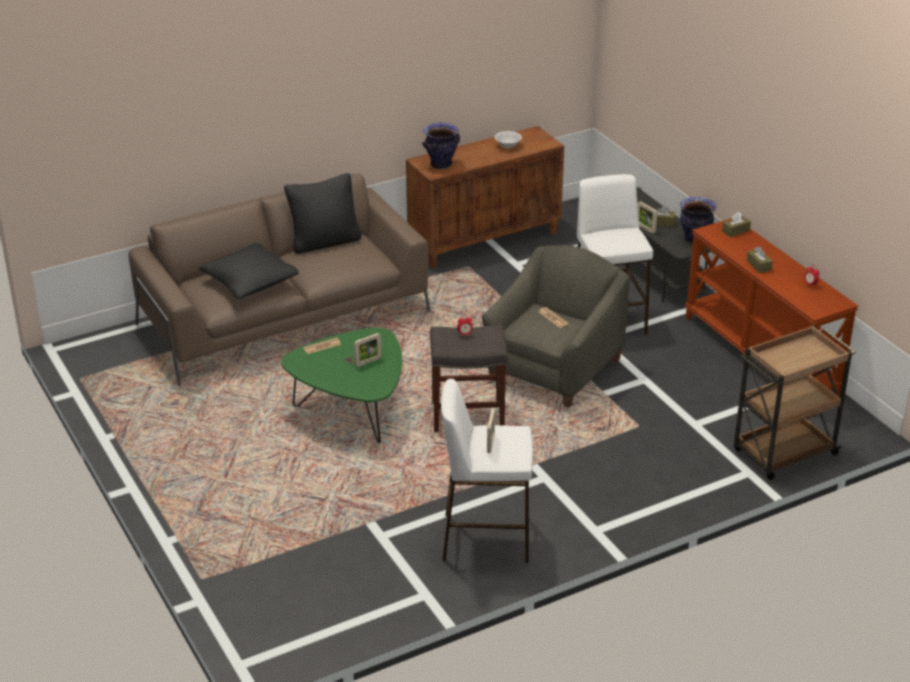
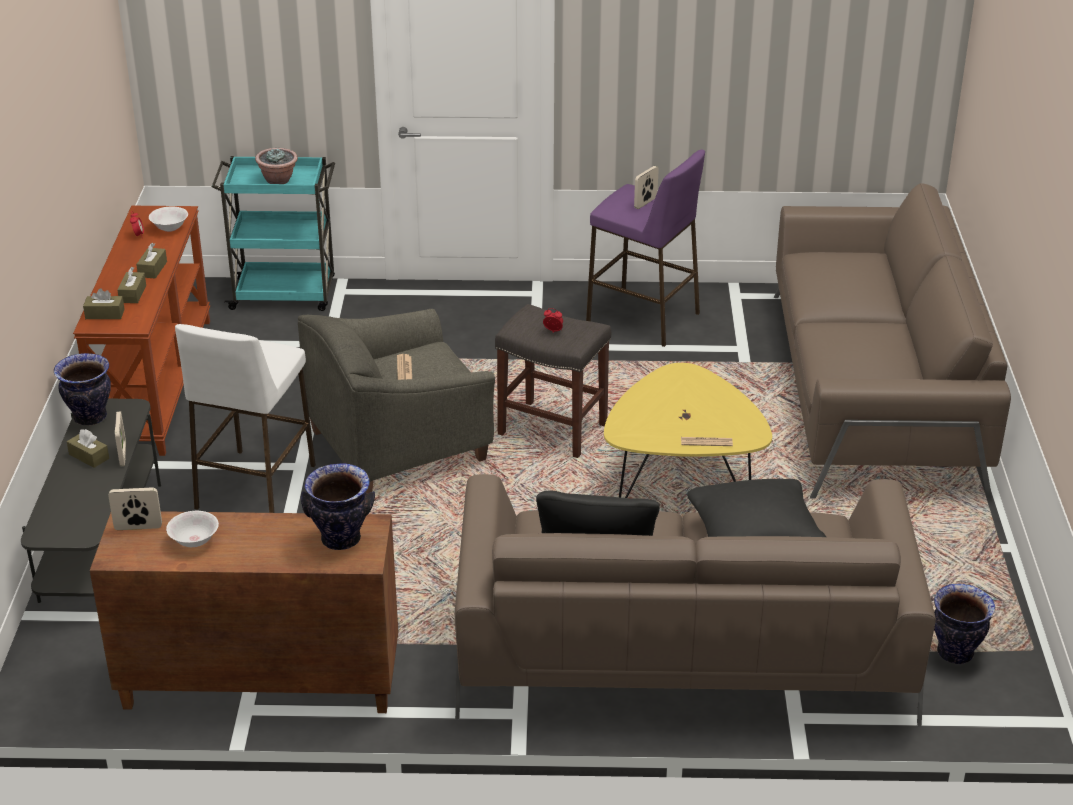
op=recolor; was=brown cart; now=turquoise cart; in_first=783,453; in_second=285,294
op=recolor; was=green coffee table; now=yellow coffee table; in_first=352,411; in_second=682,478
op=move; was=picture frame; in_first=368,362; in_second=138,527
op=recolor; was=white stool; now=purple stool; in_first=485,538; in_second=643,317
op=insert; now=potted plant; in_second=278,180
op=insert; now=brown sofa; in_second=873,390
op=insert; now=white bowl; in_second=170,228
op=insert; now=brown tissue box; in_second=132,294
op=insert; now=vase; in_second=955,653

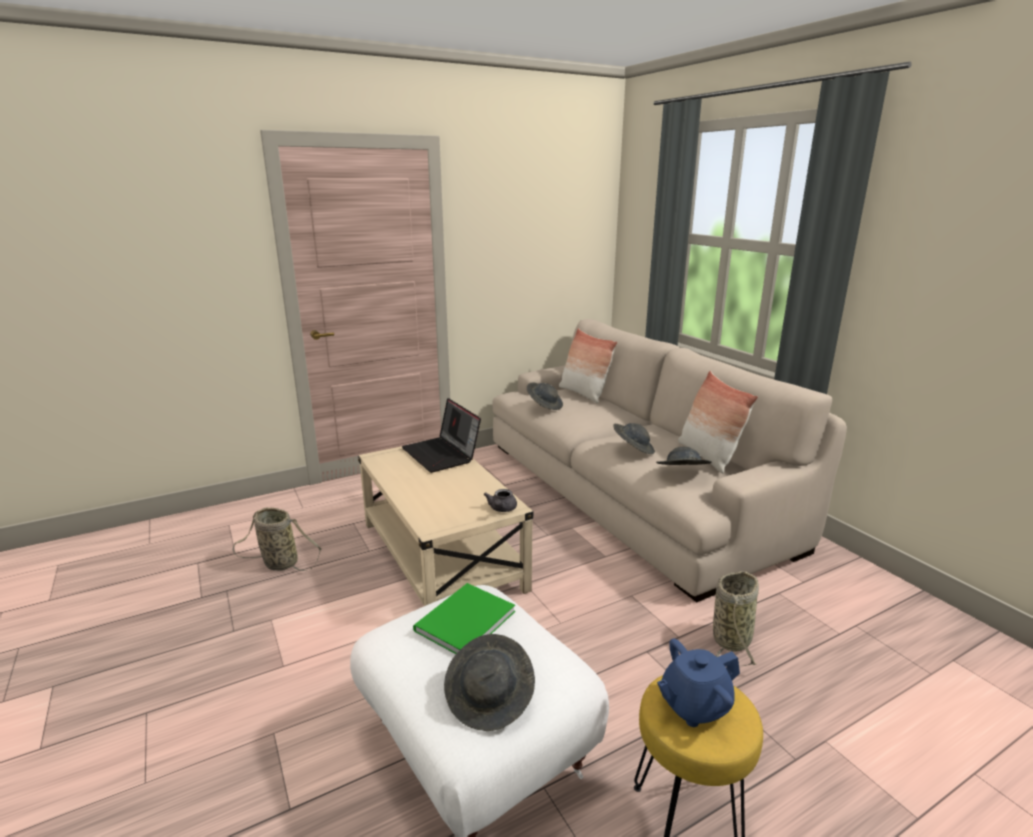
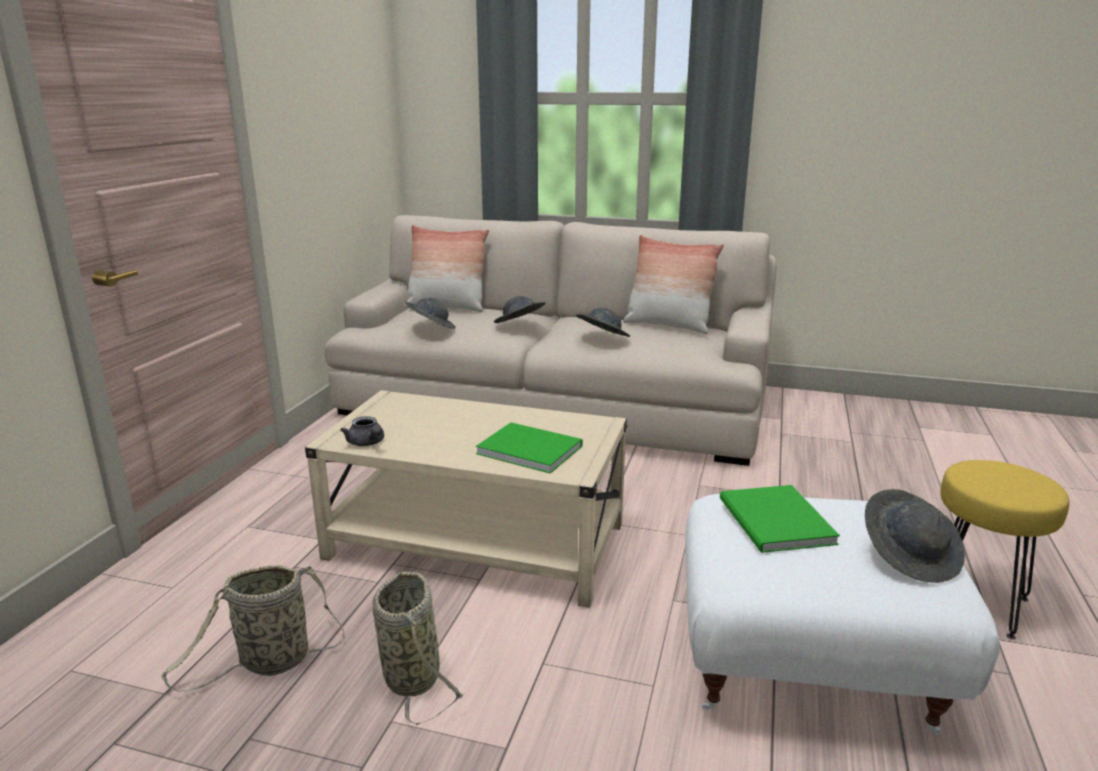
op=delete; was=laptop; in_first=442,454
op=move; was=grey hat; in_first=682,474; in_second=519,326
op=move; was=grey teapot; in_first=501,509; in_second=367,443
op=move; was=basket; in_first=732,638; in_second=411,674
op=delete; was=blue teapot; in_first=694,705
op=insert; now=green book; in_second=528,448

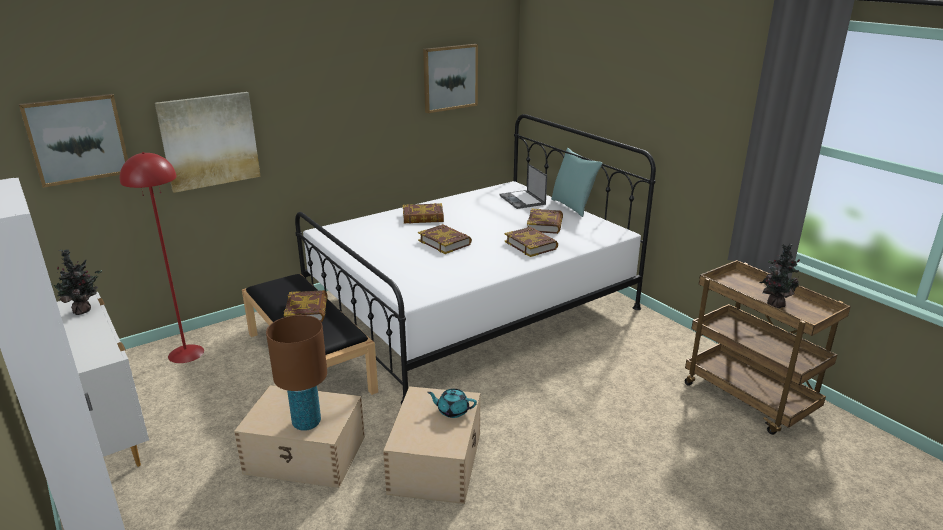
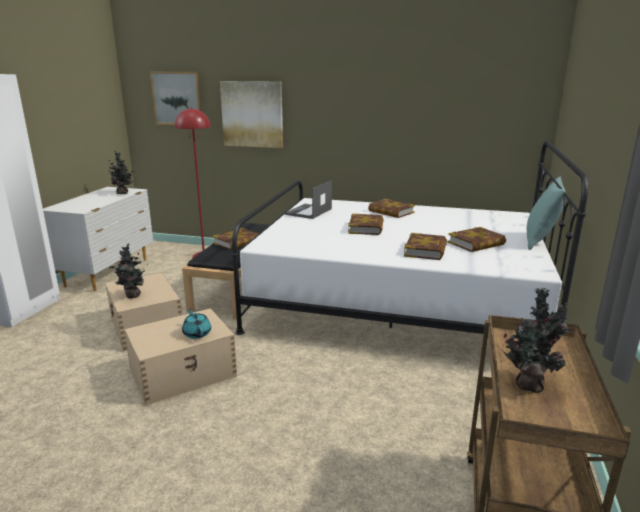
op=delete; was=picture; in_first=450,77
op=move; was=laptop; in_first=522,200; in_second=308,212
op=replace; was=brown table lamp; now=potted plant; in_first=306,423; in_second=131,296

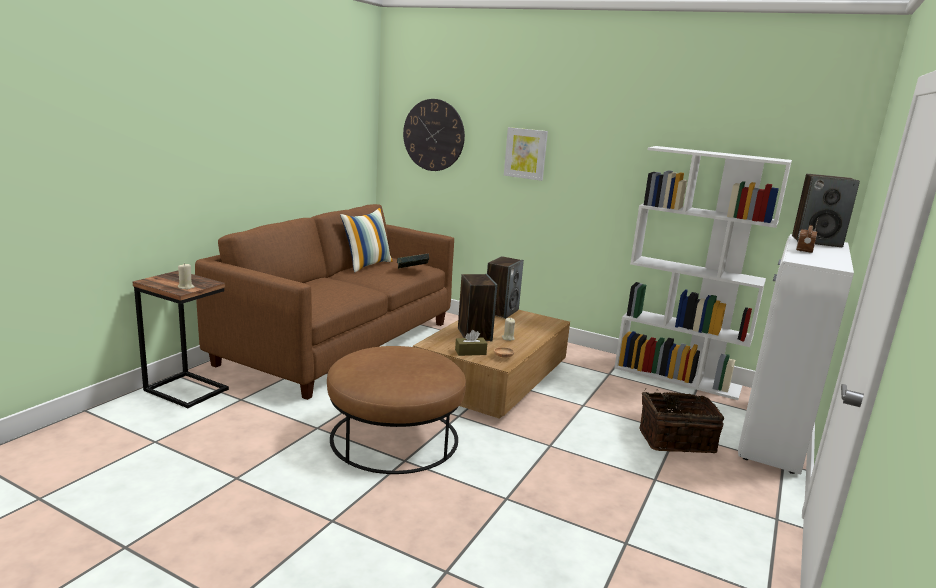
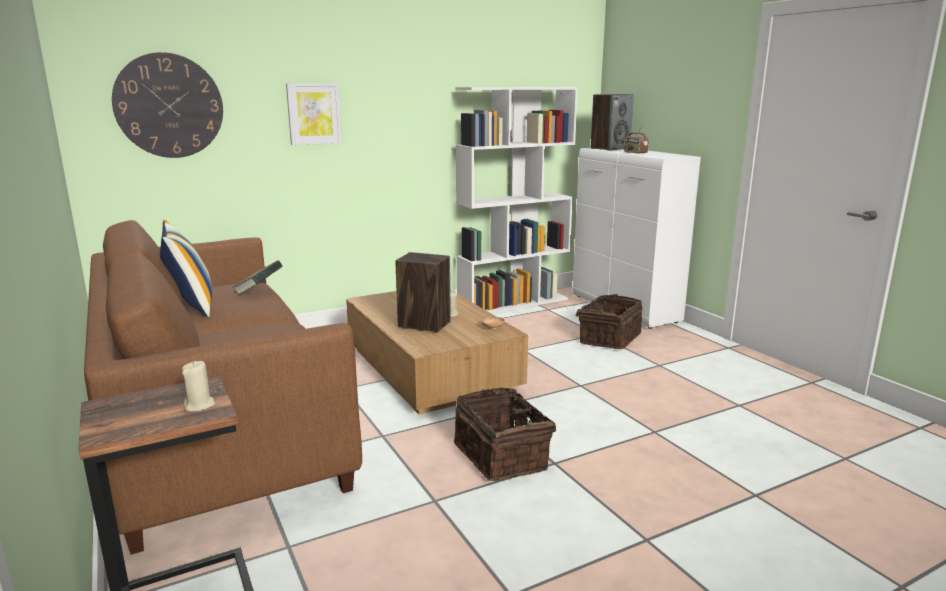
op=delete; was=speaker; in_first=501,311
op=delete; was=brown tissue box; in_first=470,352
op=replace; was=brown ottoman; now=basket; in_first=394,437; in_second=503,456

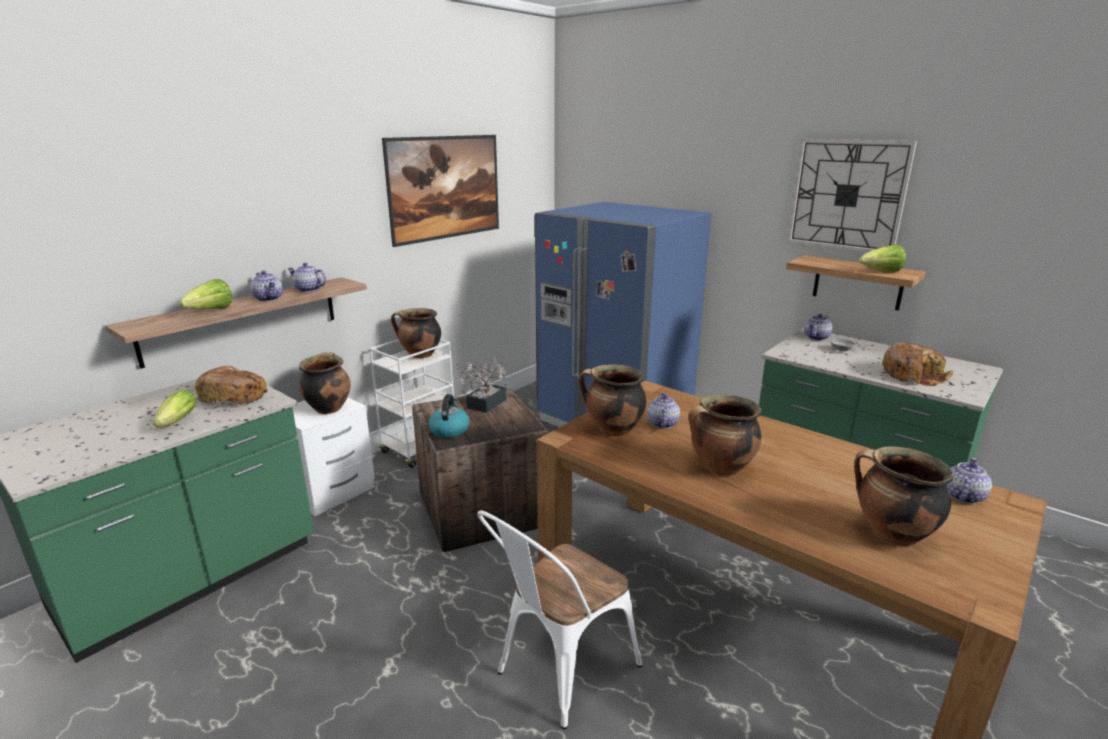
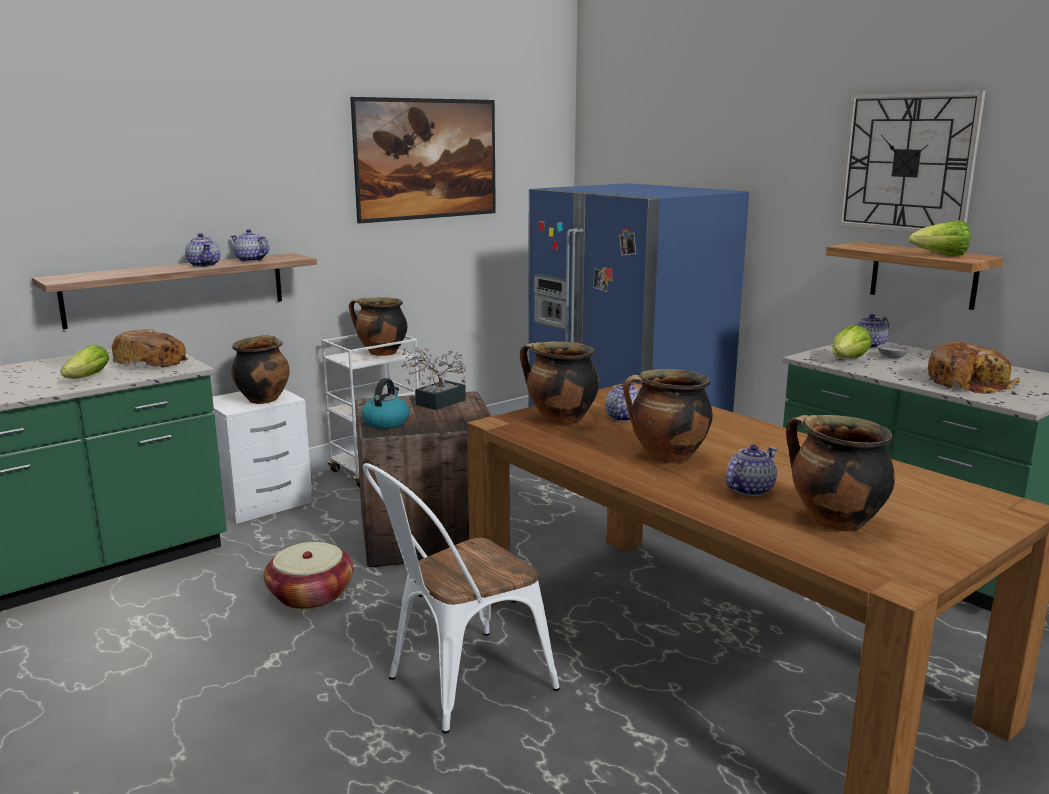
op=move; was=lettuce; in_first=211,311; in_second=847,360
op=move; was=teapot; in_first=962,496; in_second=749,489
op=insert; now=basket; in_second=311,595

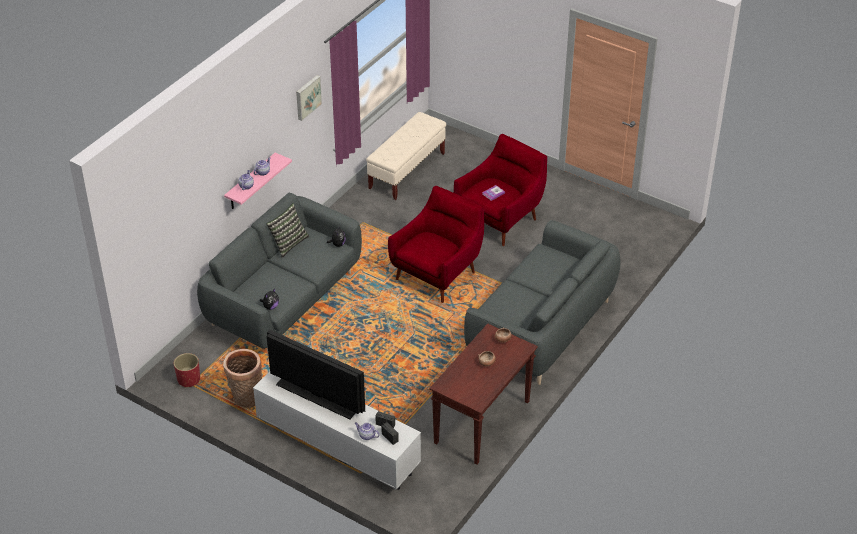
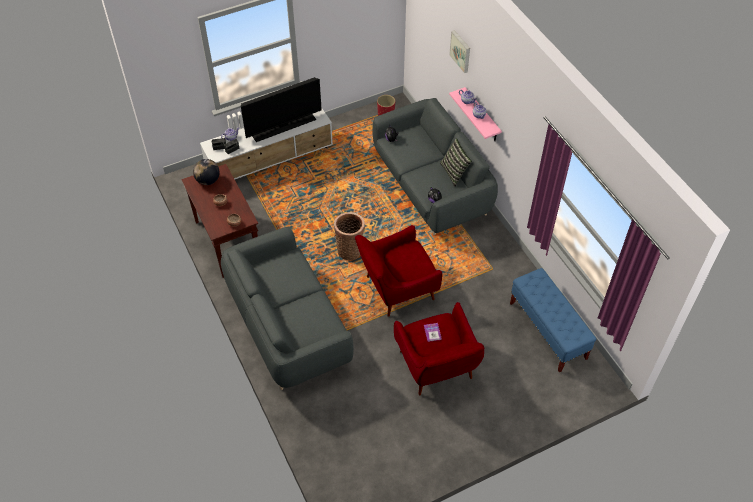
op=move; was=picture; in_first=307,97; in_second=461,51
op=recolor; was=beige bench; now=blue bench; in_first=407,171; in_second=547,331
op=rotate; was=red armchair; in_first=438,274; in_second=396,289; clockwise=90
op=move; was=basket; in_first=246,397; in_second=350,250
op=insert; now=globe; in_second=208,180

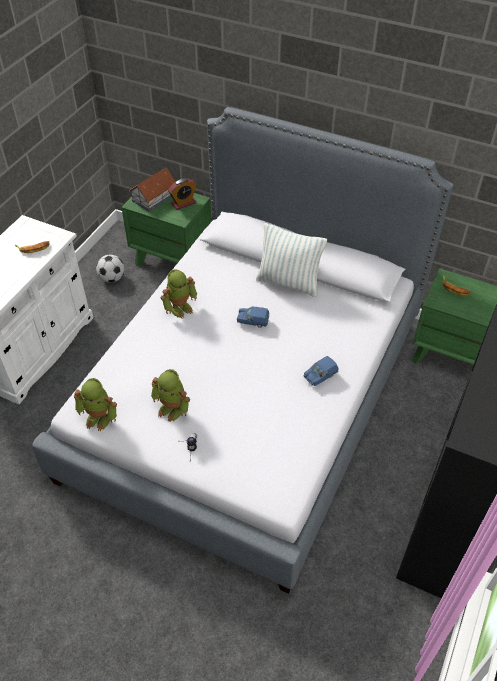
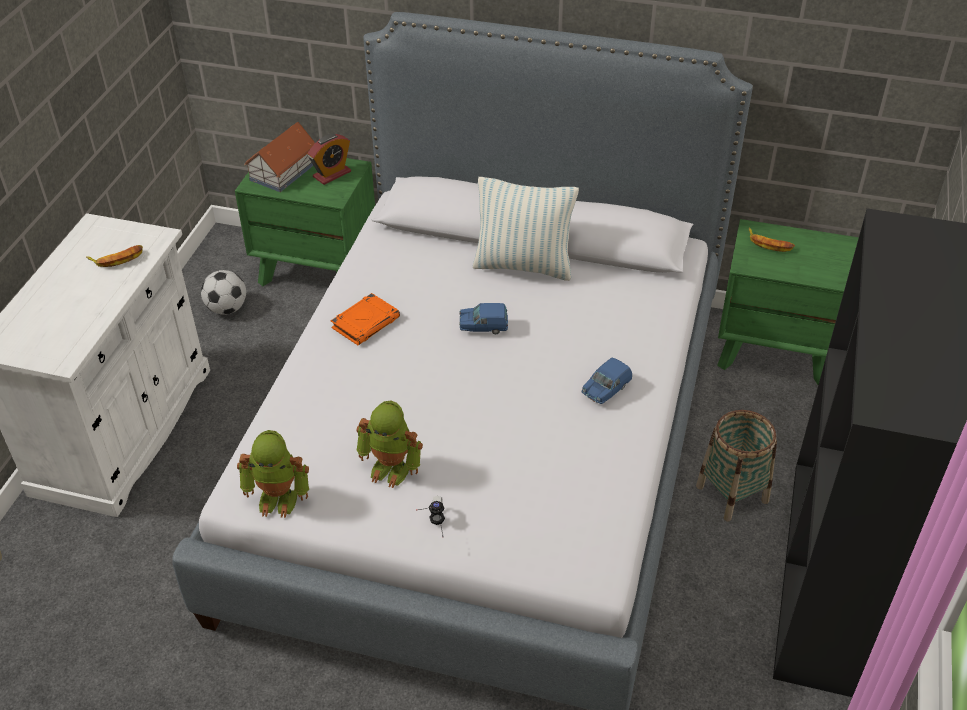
op=replace; was=toy robot; now=orange book; in_first=180,308; in_second=366,322
op=insert; now=basket; in_second=732,494

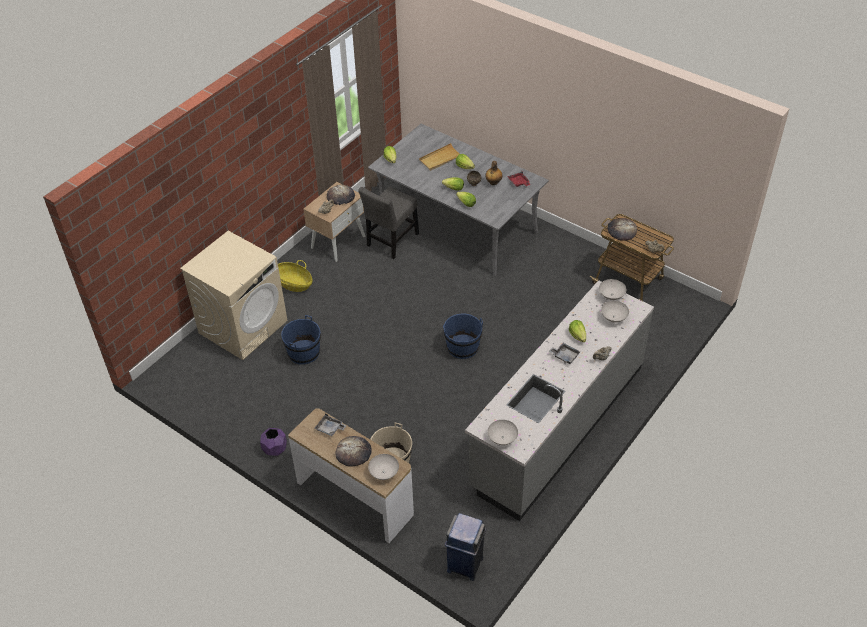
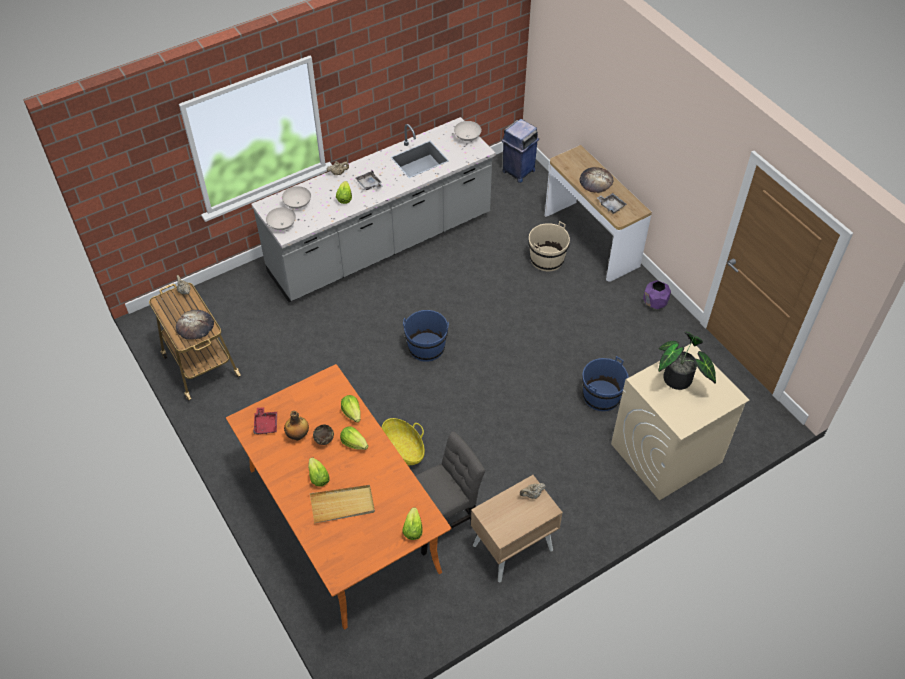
op=recolor; was=grey dining table; now=orange dining table; in_first=457,225; in_second=343,519
op=delete; was=bread; in_first=341,197
op=move; was=basket; in_first=294,284; in_second=403,449
op=delete; was=white bowl; in_first=384,473
op=insert; now=potted plant; in_second=679,381

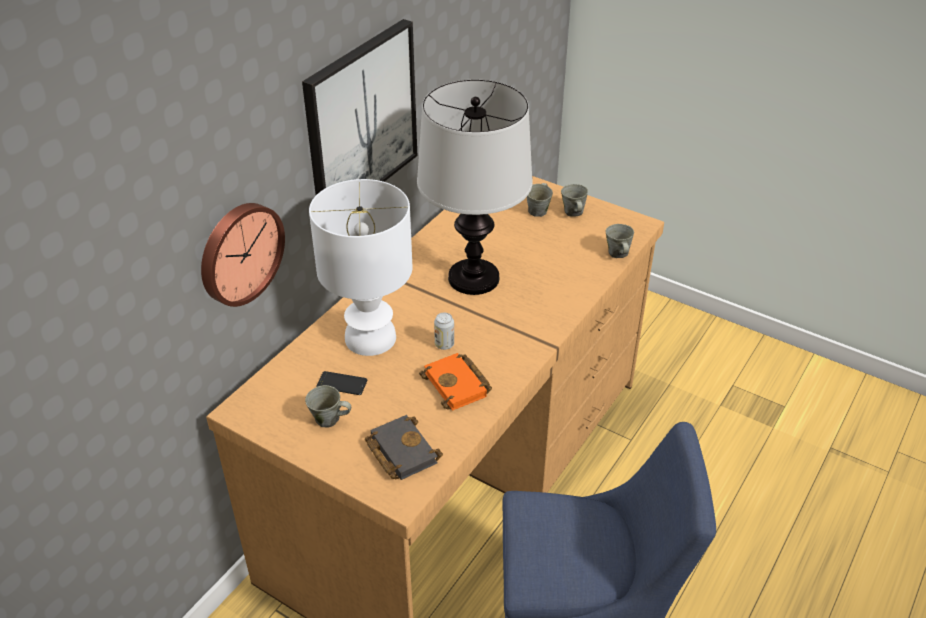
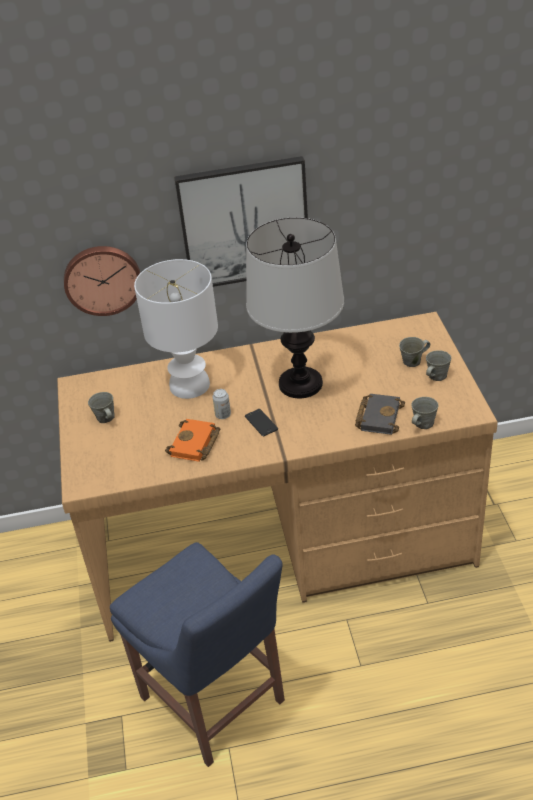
op=move; was=phone; in_first=342,384; in_second=261,423
op=move; was=black book; in_first=400,451; in_second=378,416

